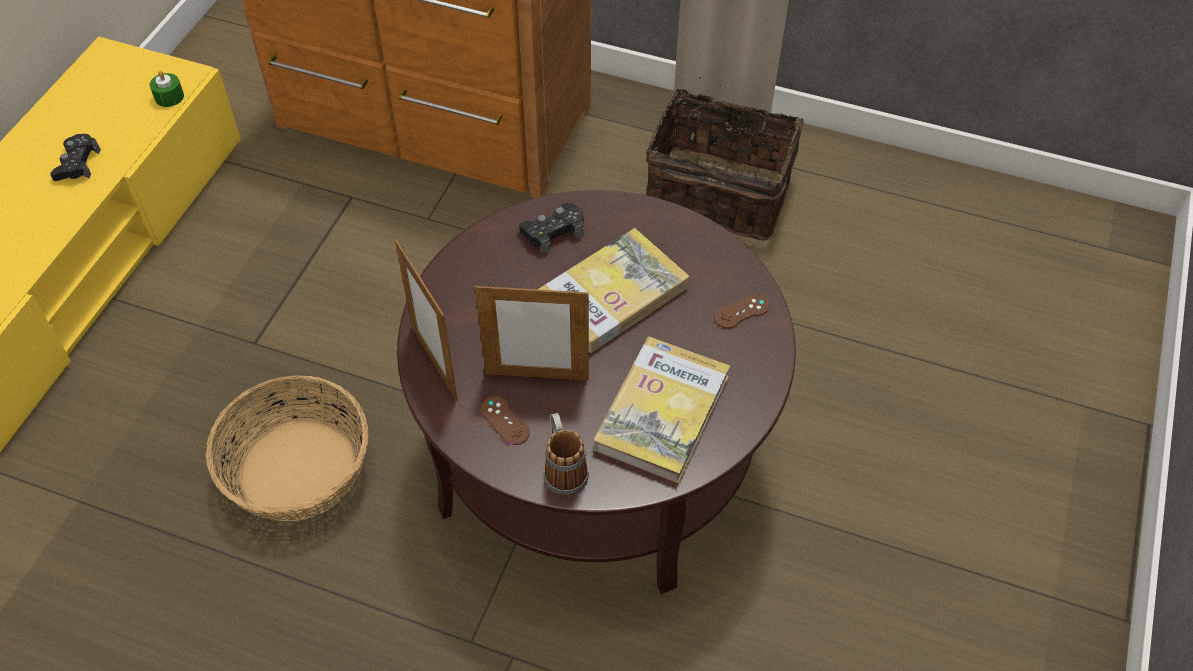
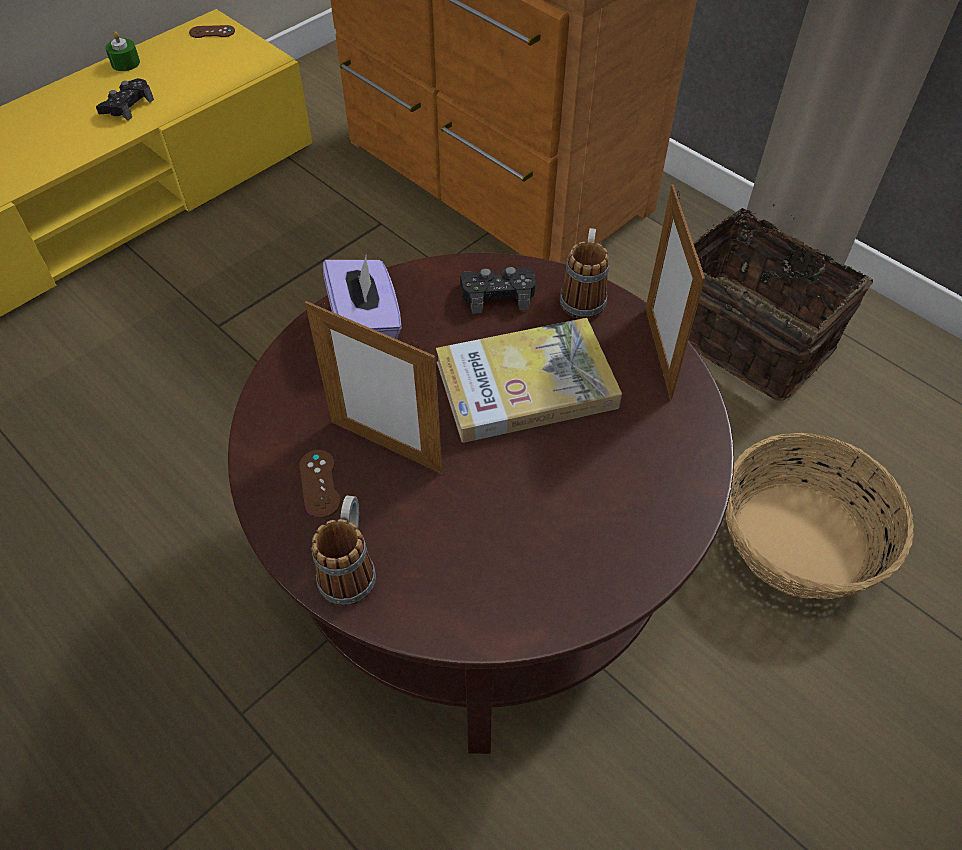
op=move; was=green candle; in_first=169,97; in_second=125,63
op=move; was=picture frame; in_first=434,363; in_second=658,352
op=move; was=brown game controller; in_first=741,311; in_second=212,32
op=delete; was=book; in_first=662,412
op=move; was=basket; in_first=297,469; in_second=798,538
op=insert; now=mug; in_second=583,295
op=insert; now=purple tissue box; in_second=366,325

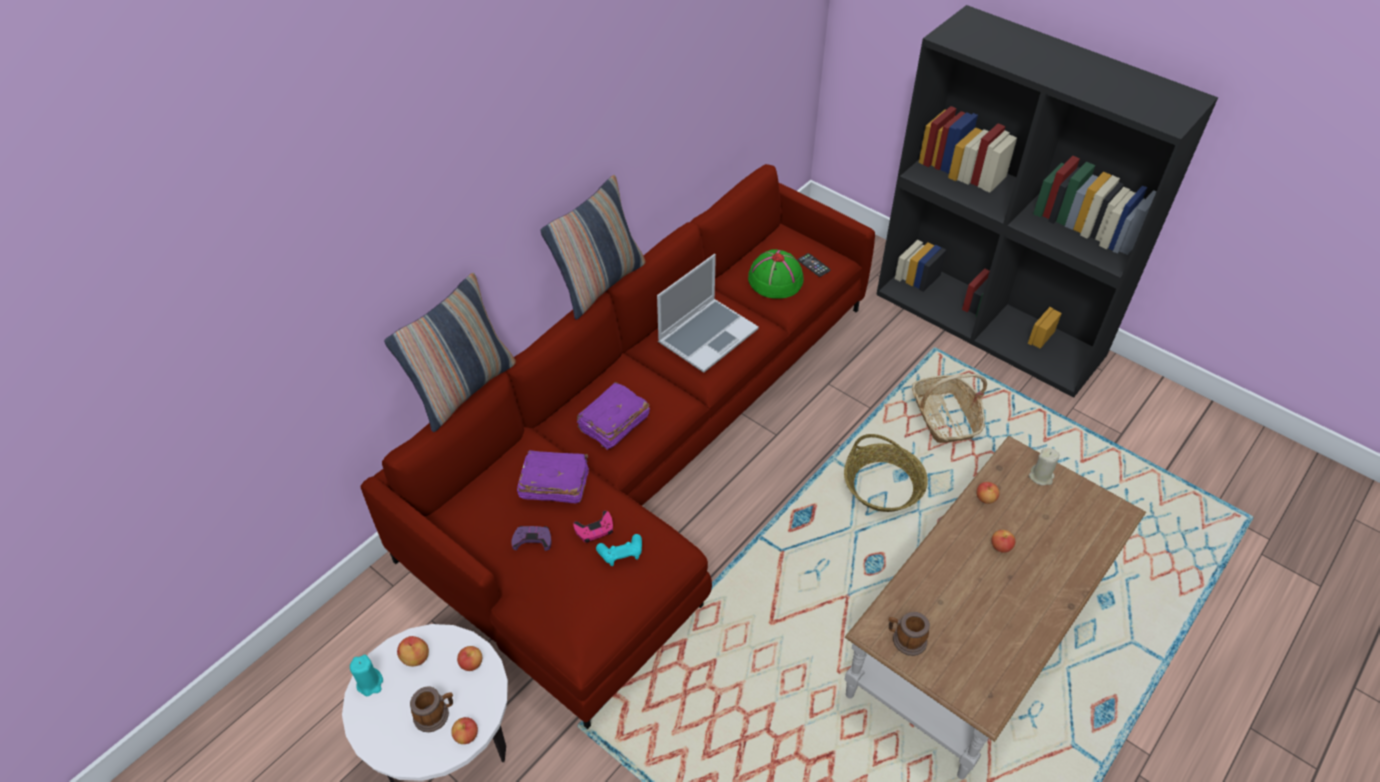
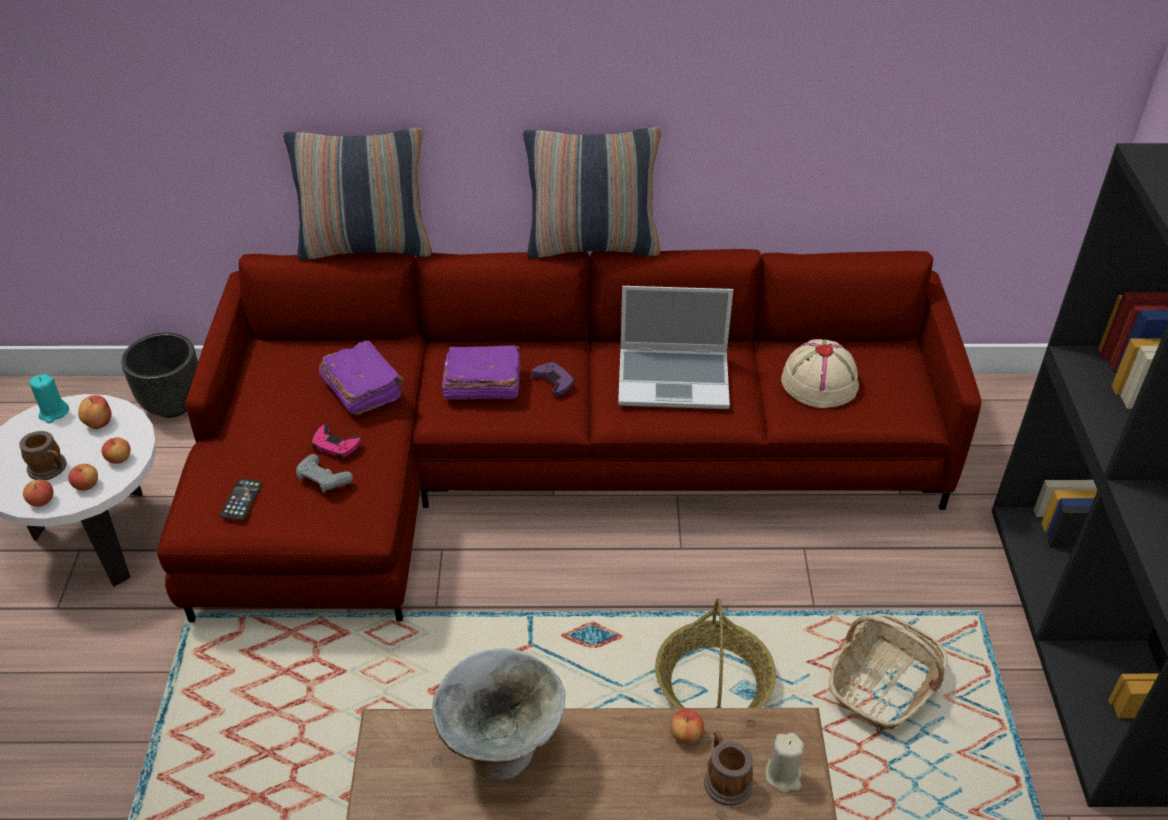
op=recolor; was=green hat; now=beige hat; in_first=775,280; in_second=819,381
op=move; was=phone; in_first=813,265; in_second=241,500
op=move; was=purple game controller; in_first=532,540; in_second=554,381
op=move; was=apple; in_first=1000,546; in_second=86,485
op=recolor; was=turquoise game controller; now=grey game controller; in_first=621,553; in_second=323,479
op=move; was=mug; in_first=905,639; in_second=725,779
op=insert; now=black planter; in_second=174,404
op=insert; now=grey bowl; in_second=502,750

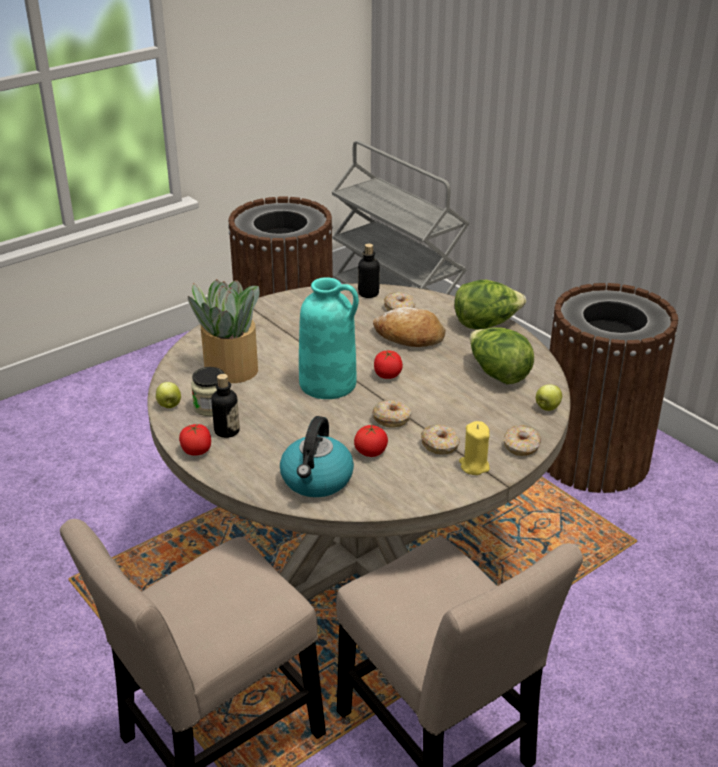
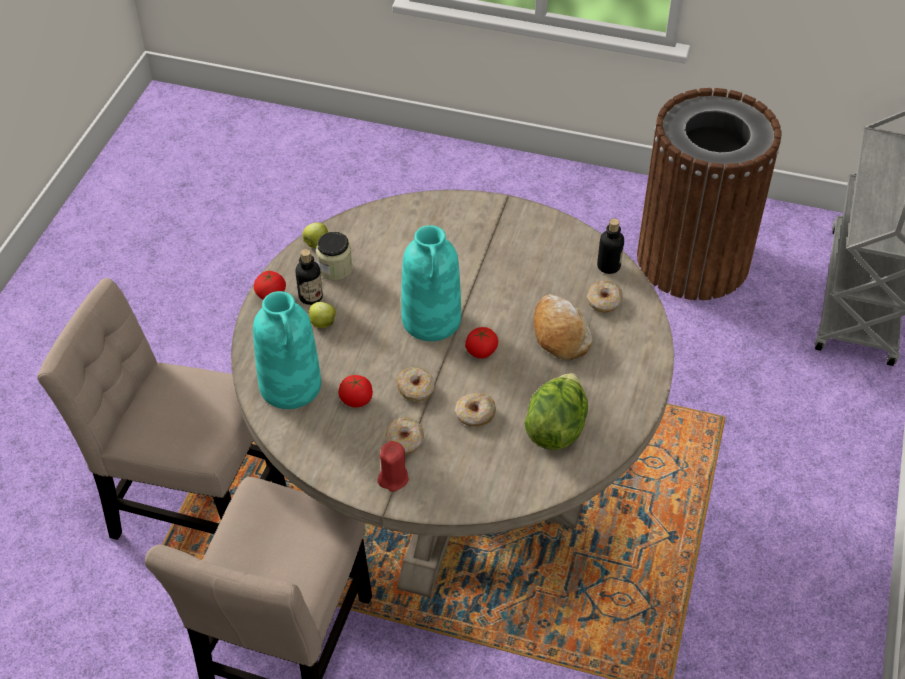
op=delete; was=potted plant; in_first=230,368
op=delete; was=lettuce; in_first=486,324
op=delete; was=brown trash can; in_first=593,458
op=move; was=apple; in_first=547,408; in_second=322,323
op=replace; was=kettle; now=turquoise vase; in_first=317,480; in_second=291,386
op=recolor; was=yellow candle; now=red candle; in_first=474,466; in_second=393,478
op=move; was=donut; in_first=521,446; in_second=475,415

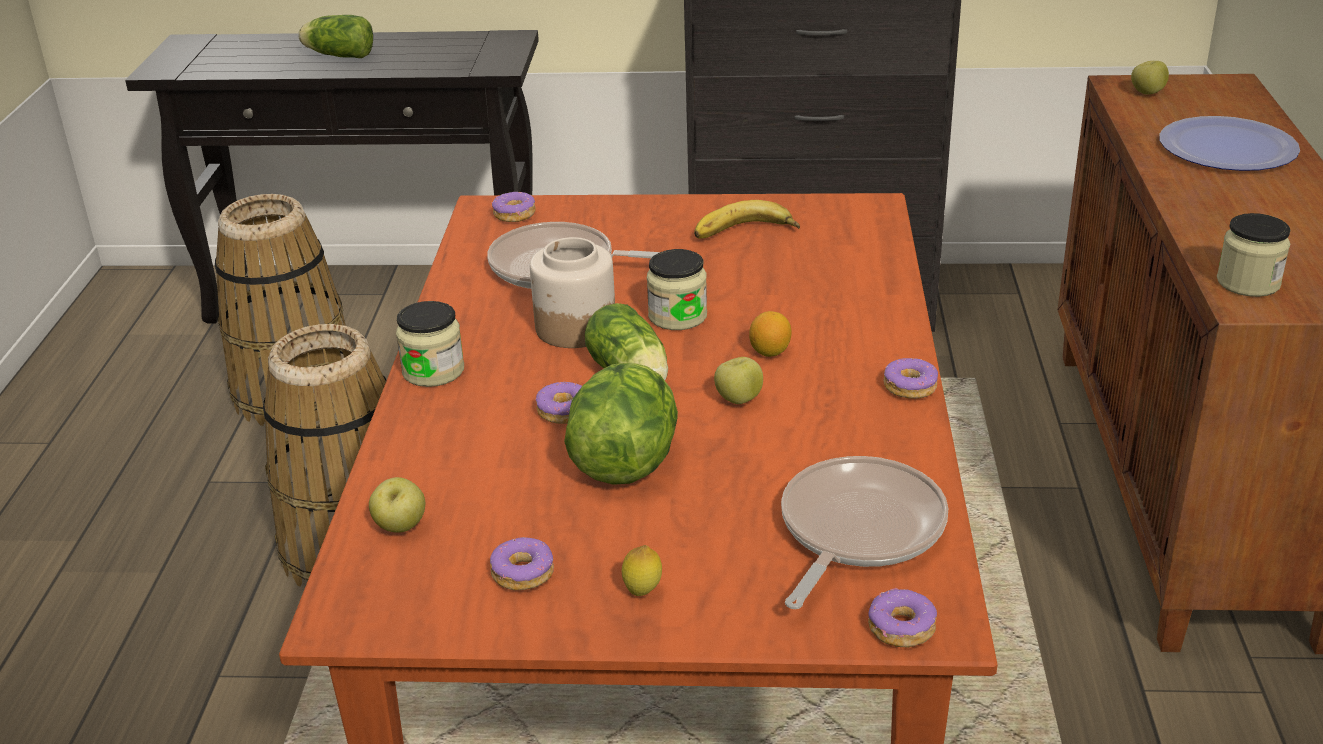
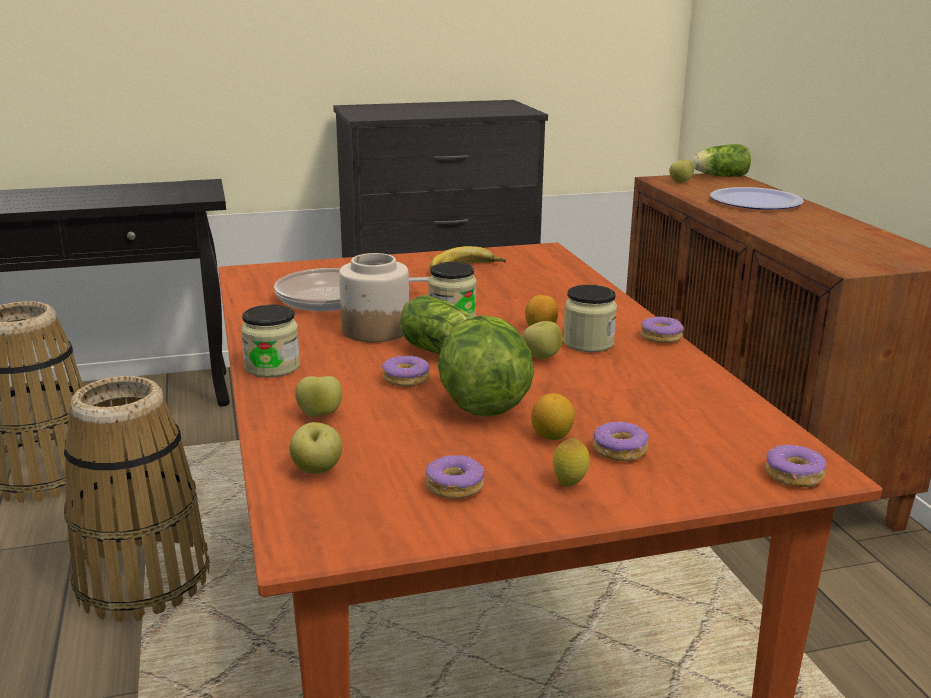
op=move; was=lettuce; in_first=338,55; in_second=719,176
op=move; was=donut; in_first=514,215; in_second=620,451
op=move; was=jar; in_first=1248,283; in_second=588,343
op=delete; was=frying pan; in_first=857,531
op=insert; now=apple; in_second=320,415
op=insert; now=lemon; in_second=552,436

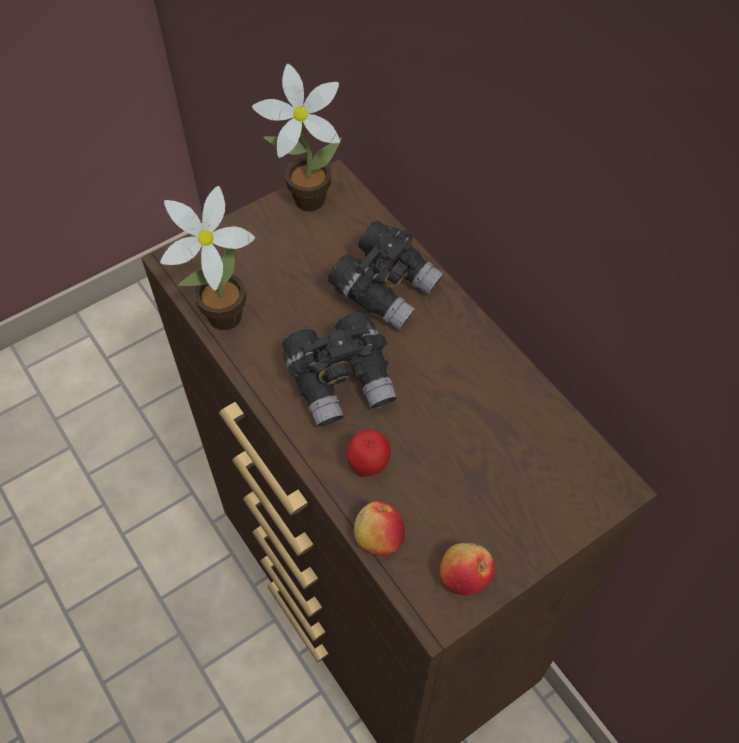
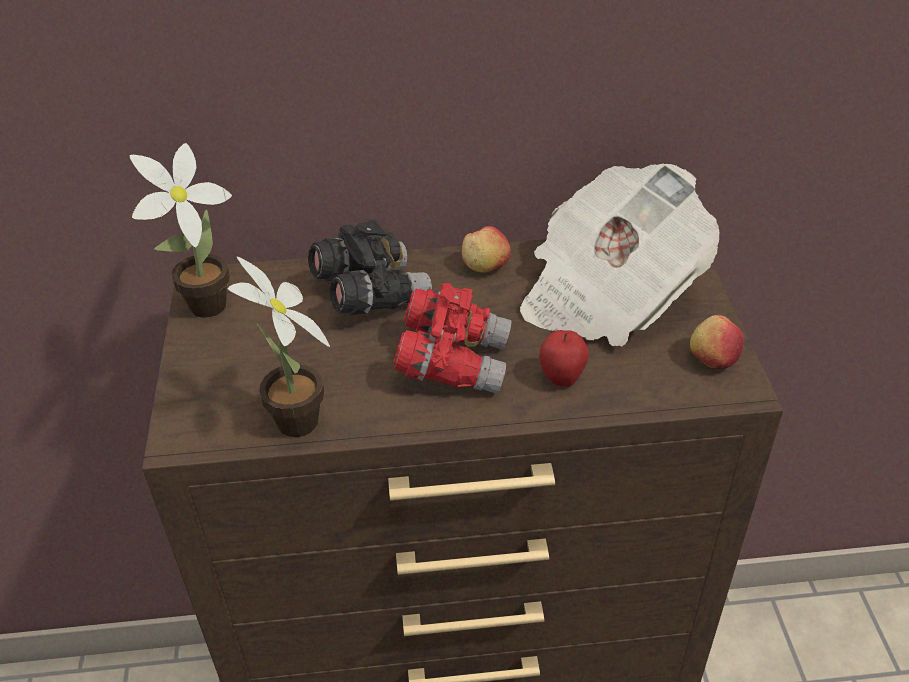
op=recolor; was=black binoculars; now=red binoculars; in_first=342,382; in_second=453,362
op=move; was=apple; in_first=378,537; in_second=485,266
op=insert; now=newspaper; in_second=607,293

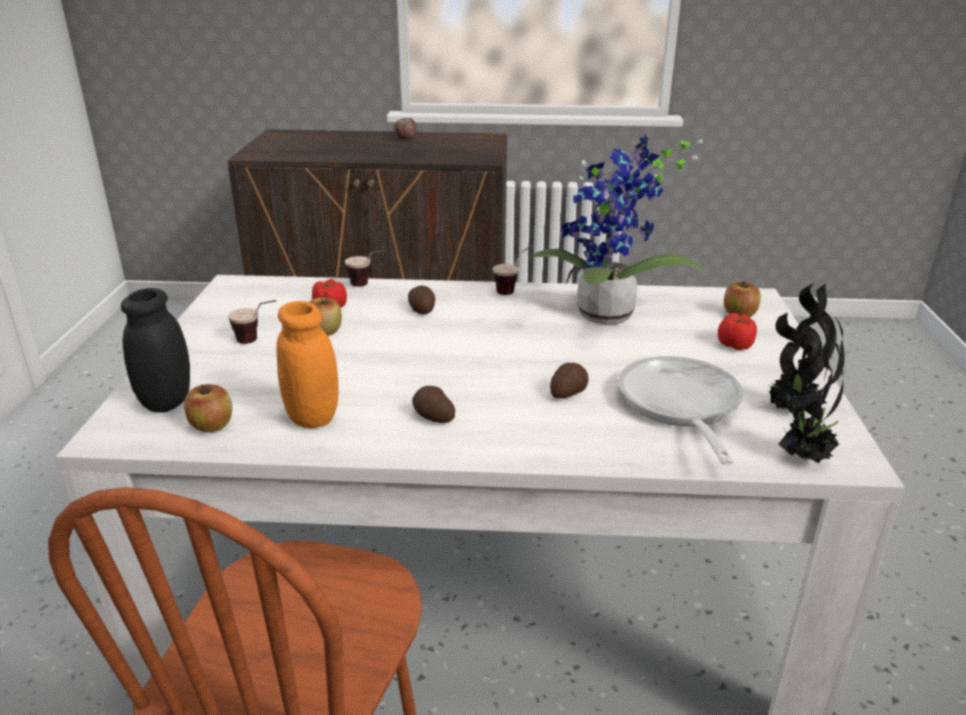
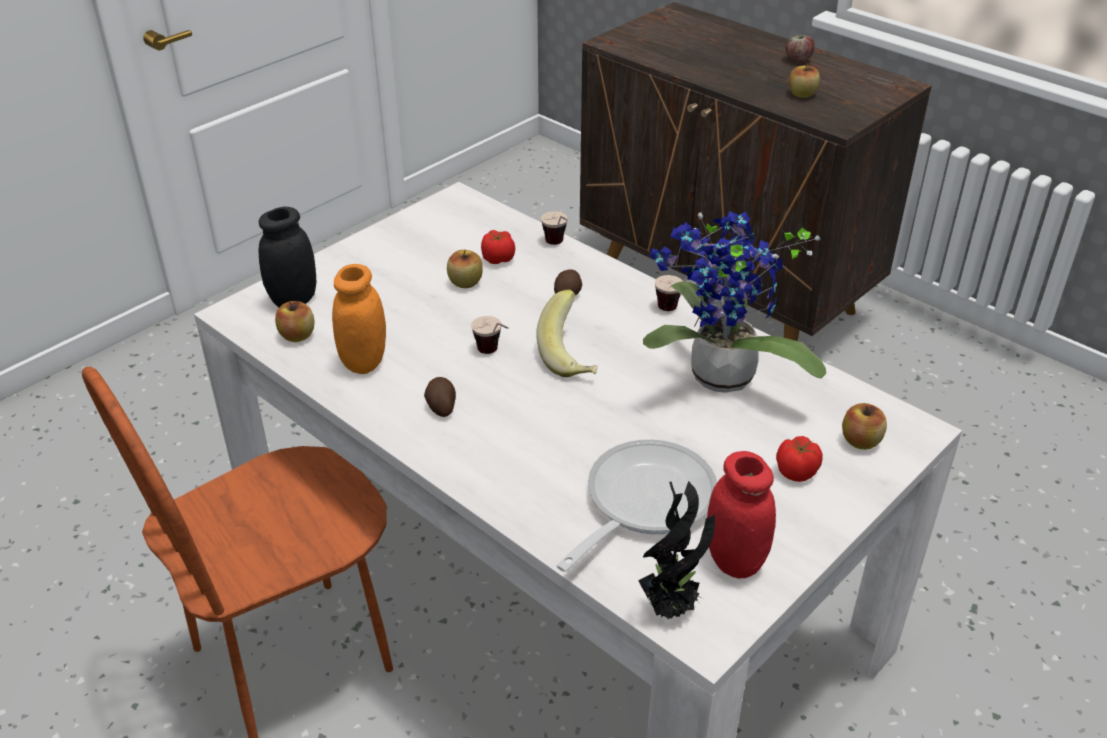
op=replace; was=potted plant; now=red jar; in_first=789,409; in_second=734,560
op=move; was=cup; in_first=257,341; in_second=494,354
op=delete; was=potato; in_first=567,392
op=insert; now=apple; in_second=802,94
op=insert; now=banana; in_second=572,356

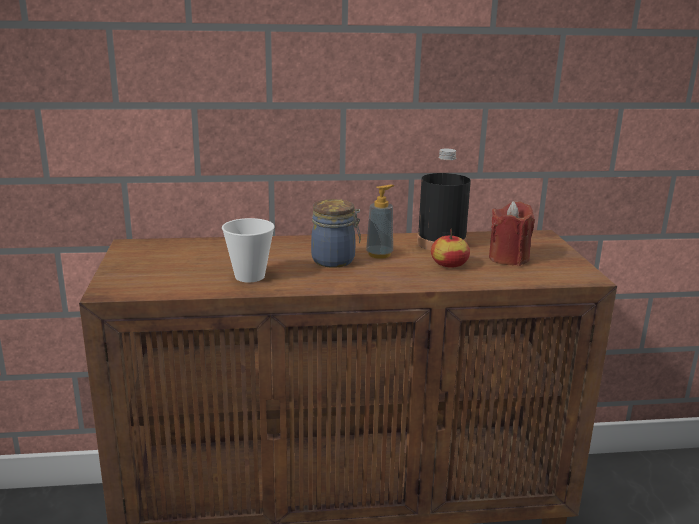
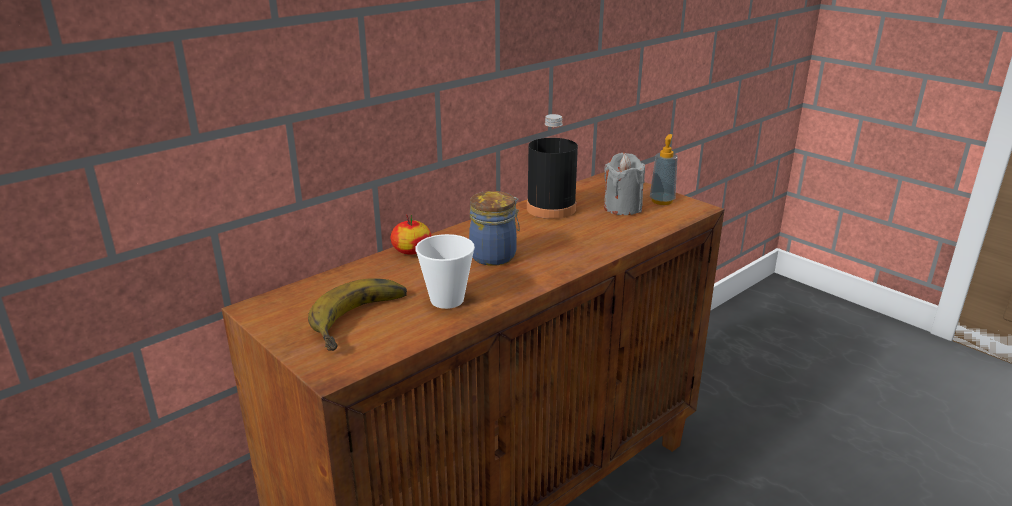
op=move; was=soap dispenser; in_first=379,254; in_second=662,201
op=recolor; was=red candle; now=grey candle; in_first=508,258; in_second=622,208
op=move; was=apple; in_first=449,265; in_second=412,251
op=insert; now=banana; in_second=366,321

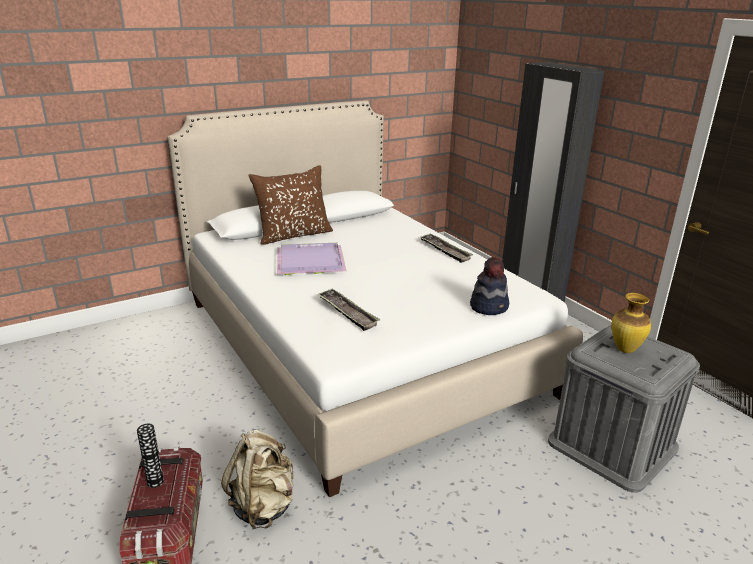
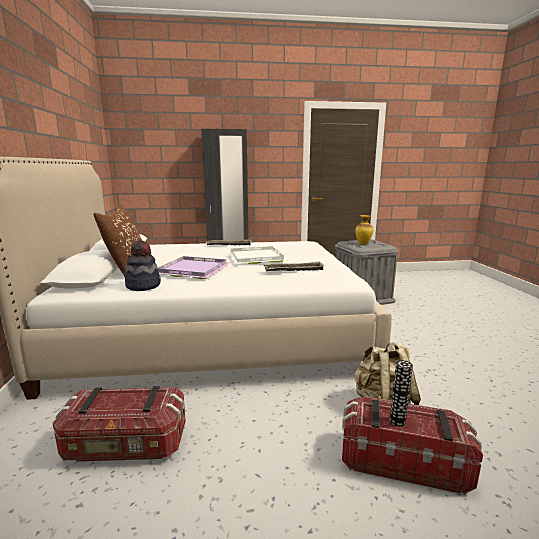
op=move; was=hat; in_first=489,306; in_second=143,285
op=insert; now=white tray; in_second=255,257
op=insert; now=storage box; in_second=126,446

